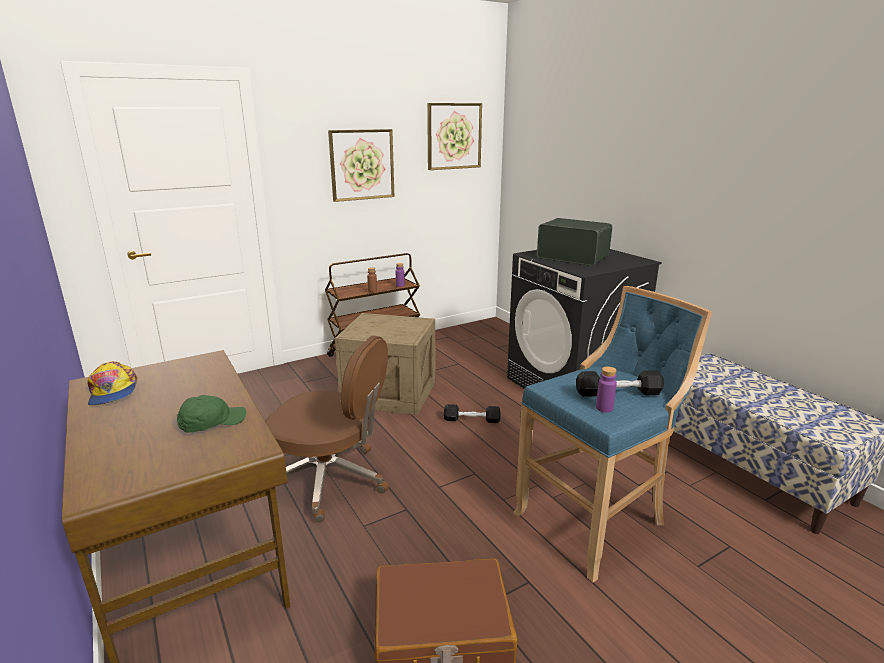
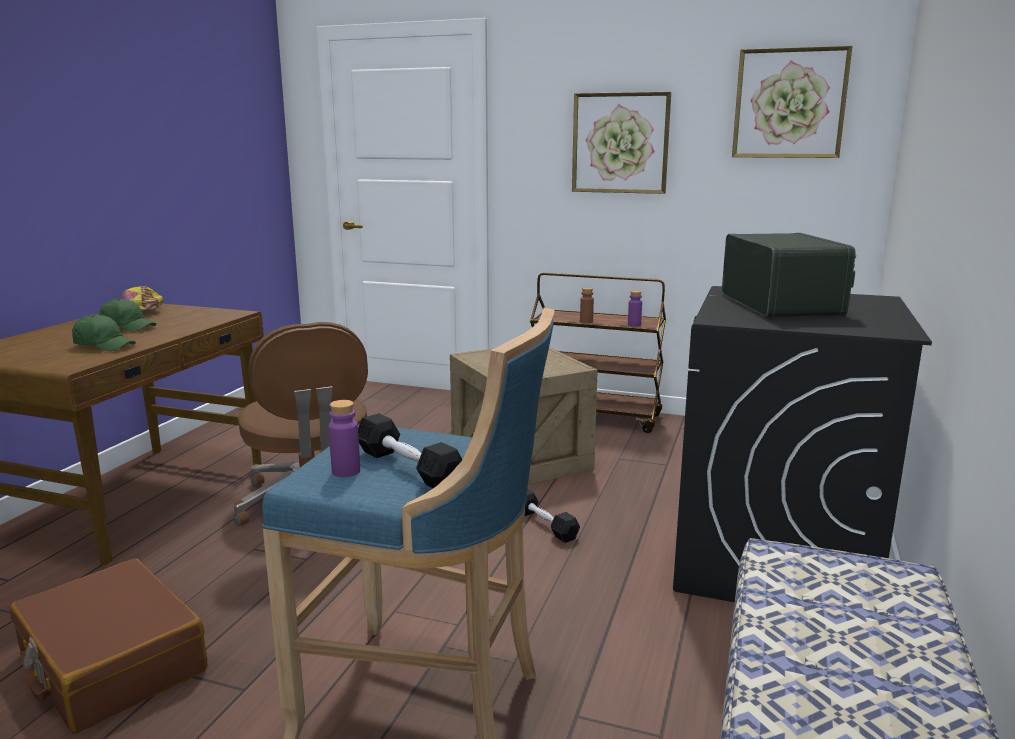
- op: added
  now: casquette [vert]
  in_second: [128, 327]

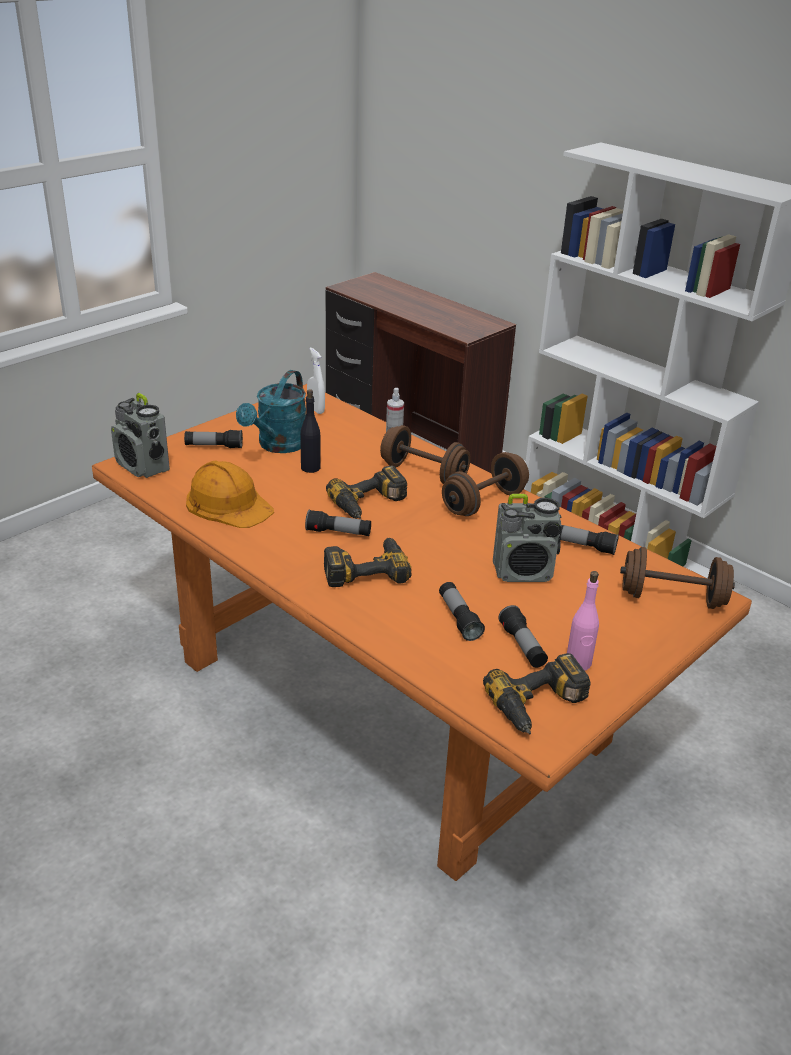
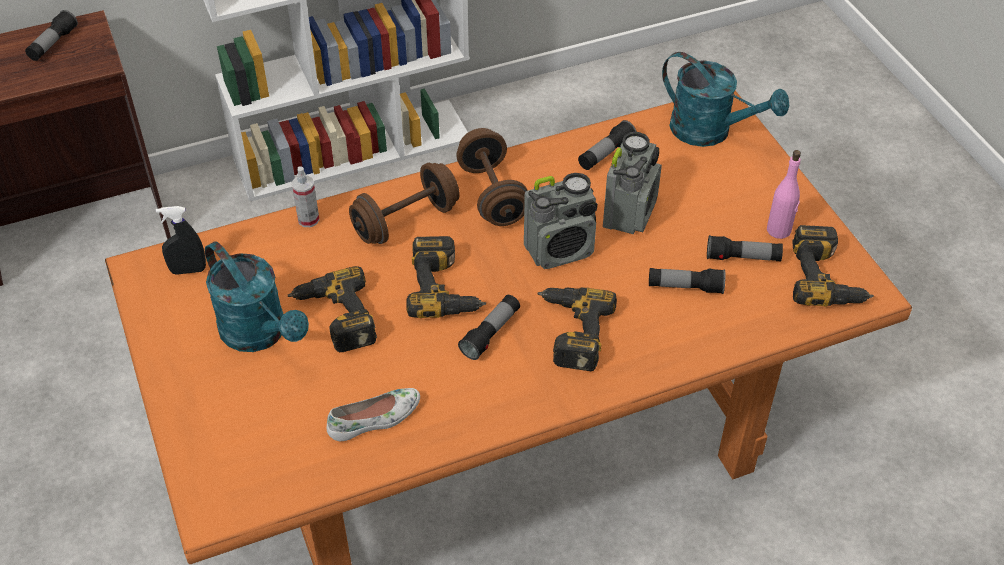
- op: moved
  was: lampe de poche
  in_first: [214, 446]
  in_second: [53, 44]
- op: recoloured
  was: vaporisateur [blanc]
  now: vaporisateur [noir]
  in_first: [316, 409]
  in_second: [188, 270]
- op: replaced
  was: bouteille [noir]
  now: perceuse
  in_first: [310, 467]
  in_second: [334, 318]
- op: replaced
  was: casque de chantier [orange]
  now: chaussure [blanc]
  in_first: [228, 503]
  in_second: [375, 419]
- op: moved
  was: radio
  in_first: [143, 467]
  in_second: [560, 250]
- op: replaced
  was: haltère [marron]
  now: arrosoir [turquoise]
  in_first: [672, 598]
  in_second: [711, 131]

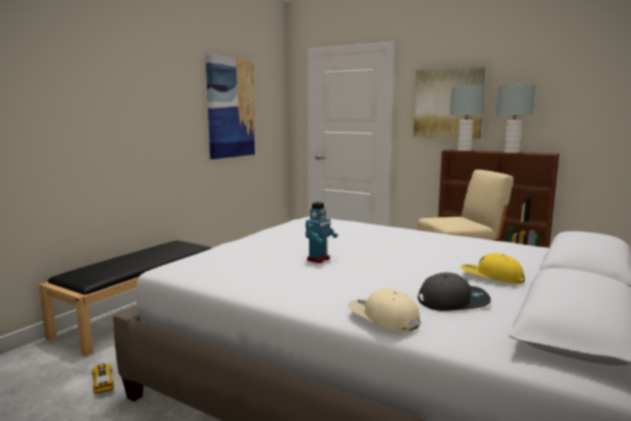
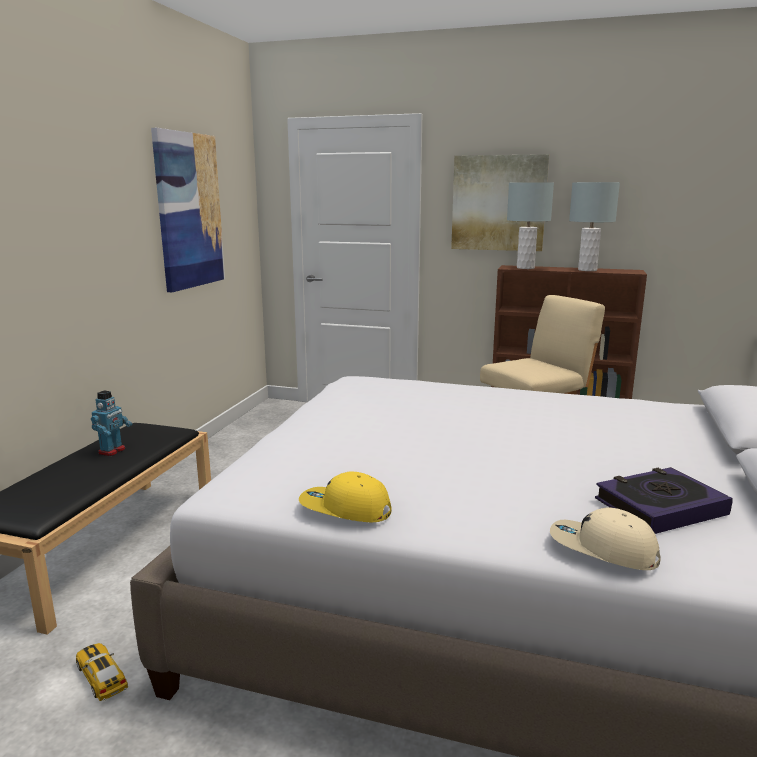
- op: moved
  was: robot jouet
  in_first: [318, 259]
  in_second: [112, 451]
- op: moved
  was: casquette [jaune]
  in_first: [491, 277]
  in_second: [345, 509]
- op: replaced
  was: casquette [gris]
  now: livre
  in_first: [453, 301]
  in_second: [660, 507]

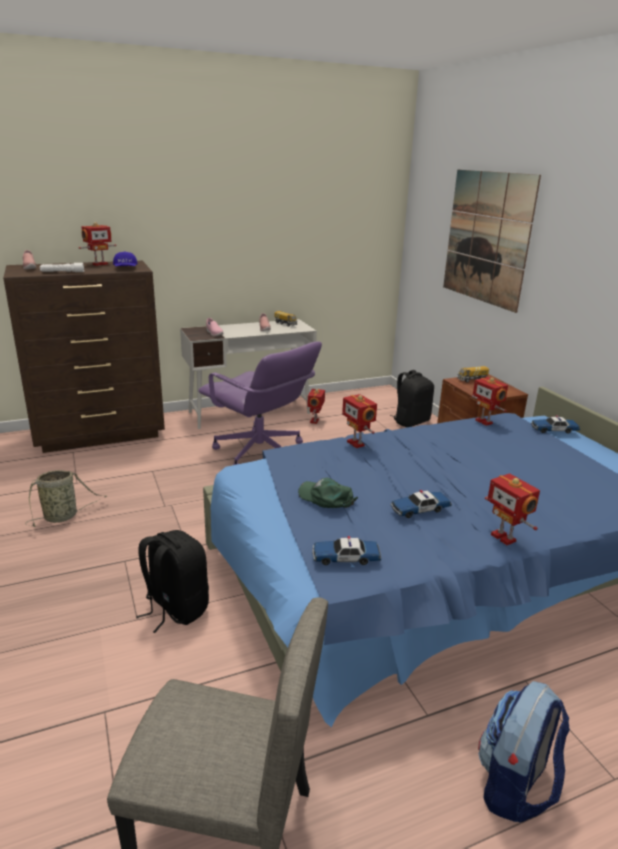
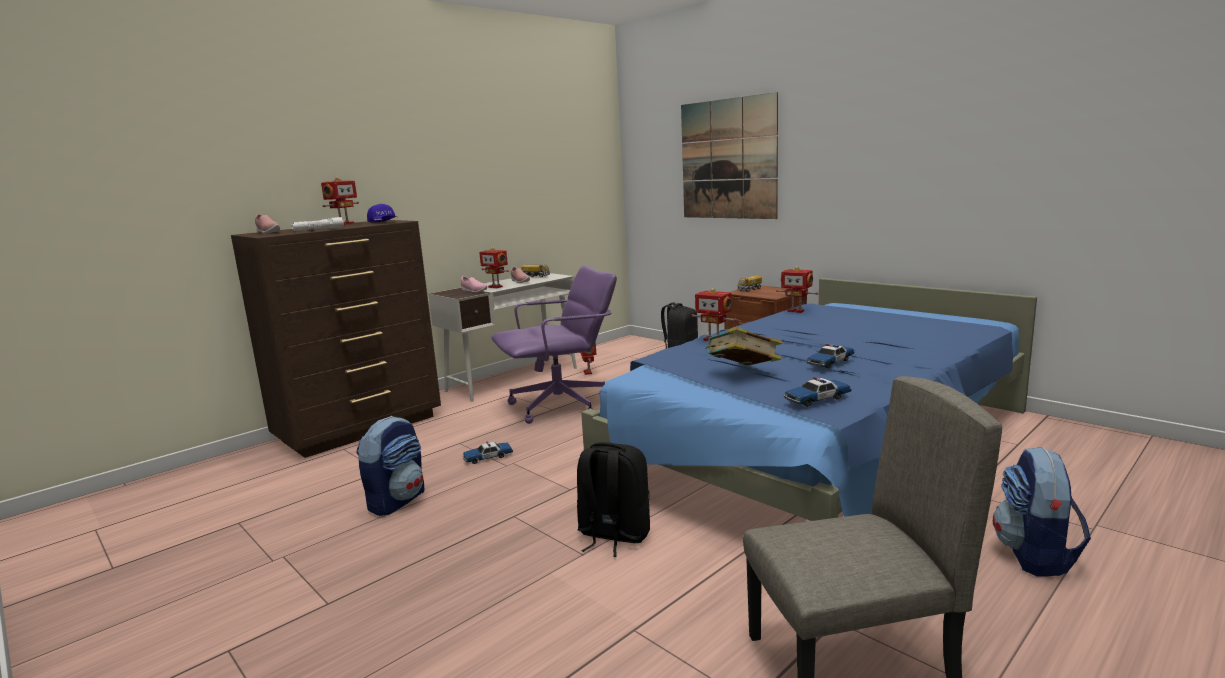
- op: replaced
  was: panier
  now: sac à dos
  in_first: [63, 516]
  in_second: [397, 501]
- op: moved
  was: petite voiture
  in_first: [554, 430]
  in_second: [488, 457]
- op: moved
  was: robot jouet
  in_first: [504, 537]
  in_second: [496, 287]
- op: turned
  was: chaise de bureau [violet]
  in_first: [260, 453]
  in_second: [561, 406]
  clockwise: -45
- op: replaced
  was: casquette [vert]
  now: livre
  in_first: [326, 497]
  in_second: [743, 372]

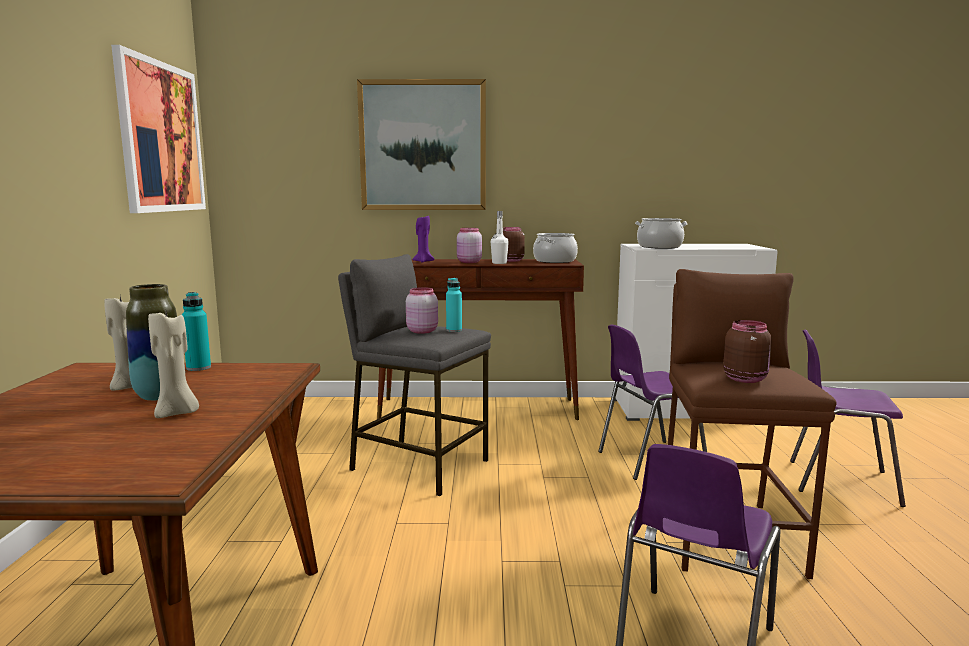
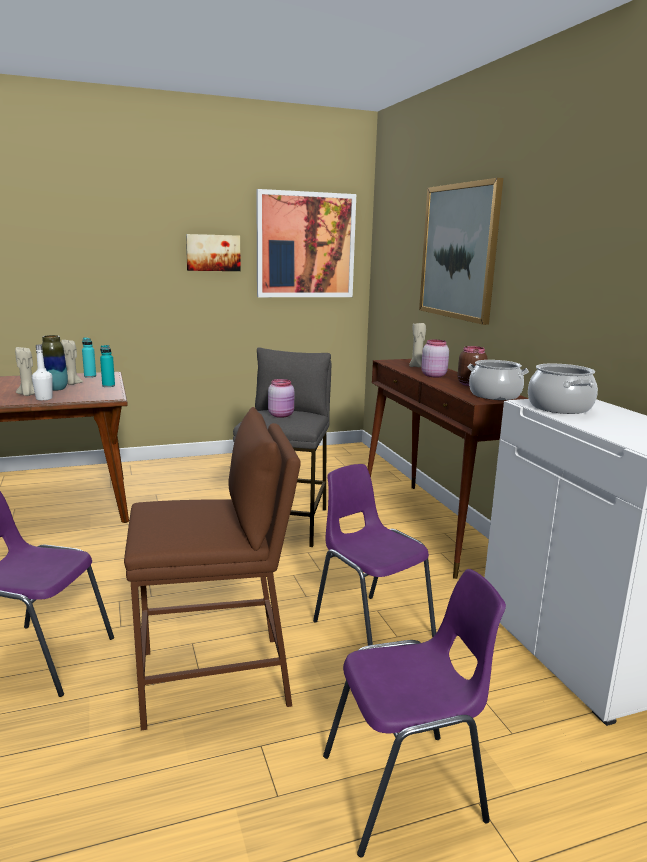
- op: moved
  was: bouteille [blanc]
  in_first: [499, 263]
  in_second: [44, 398]
- op: moved
  was: bouteille [turquoise]
  in_first: [454, 330]
  in_second: [90, 376]
- op: added
  now: tableau
  in_second: [213, 252]
- op: turned
  was: chaise [violet]
  in_first: [839, 481]
  in_second: [407, 789]
  clockwise: 75
- op: recoloured
  was: bougie [violet]
  now: bougie [beige]
  in_first: [423, 261]
  in_second: [417, 366]
- op: removed
  was: bocal [marron]
  in_first: [745, 378]

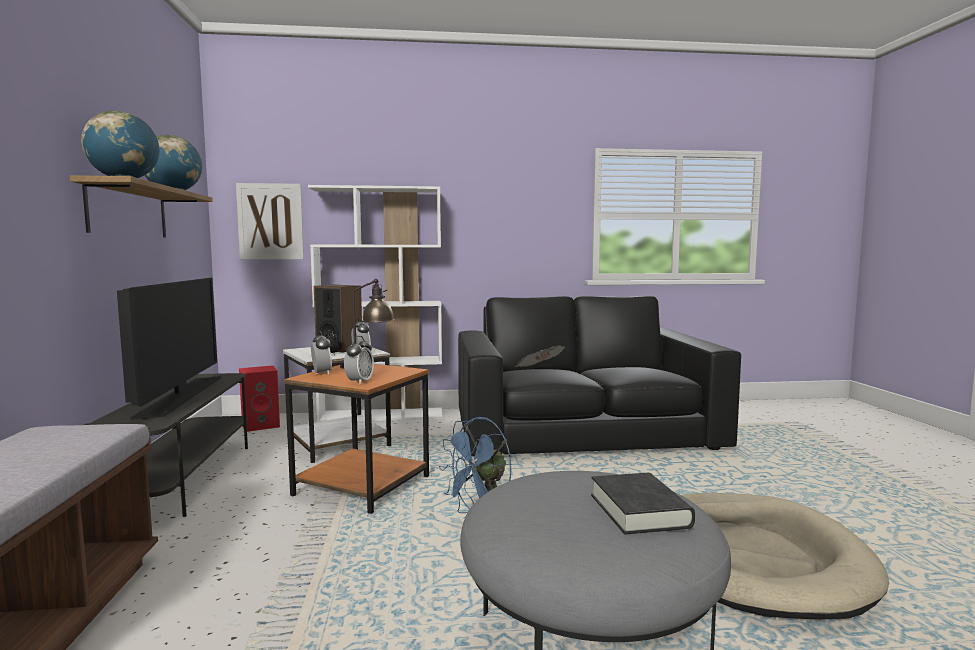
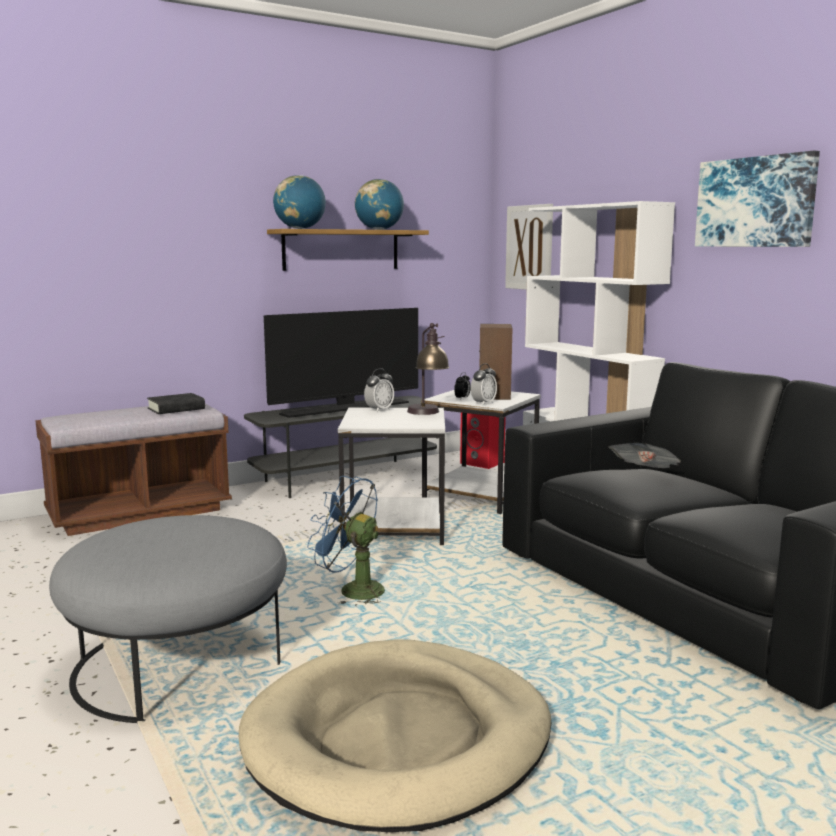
- op: moved
  was: livre [noir]
  in_first: [639, 511]
  in_second: [176, 409]
- op: recoloured
  was: table d'appoint [orange]
  now: table d'appoint [blanc]
  in_first: [361, 485]
  in_second: [395, 528]
- op: added
  now: tableau
  in_second: [755, 202]
- op: removed
  was: réveil
  in_first: [359, 382]

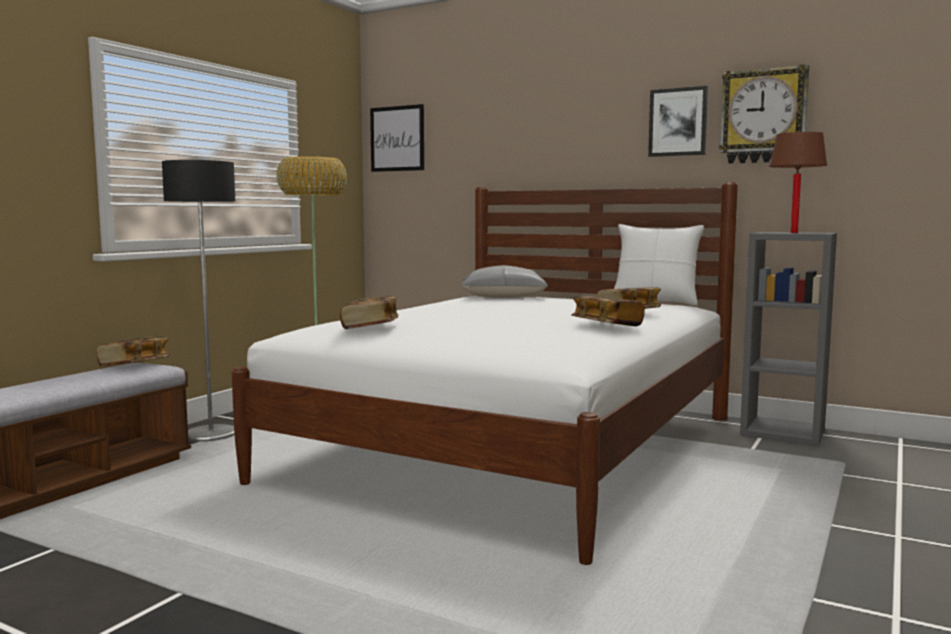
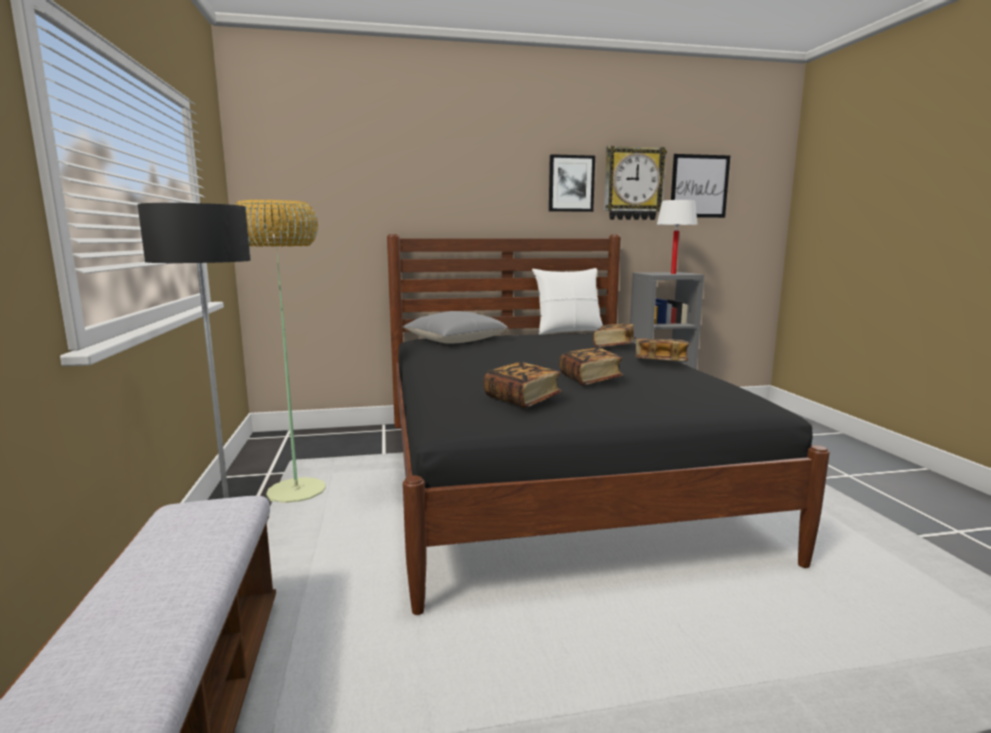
- op: recoloured
  was: lit [blanc]
  now: lit [noir]
  in_first: [515, 447]
  in_second: [546, 478]
- op: moved
  was: livre
  in_first: [134, 365]
  in_second: [590, 379]
- op: recoloured
  was: lampe de table [marron]
  now: lampe de table [blanc]
  in_first: [794, 233]
  in_second: [673, 273]
- op: moved
  was: tableau
  in_first: [397, 138]
  in_second: [699, 186]

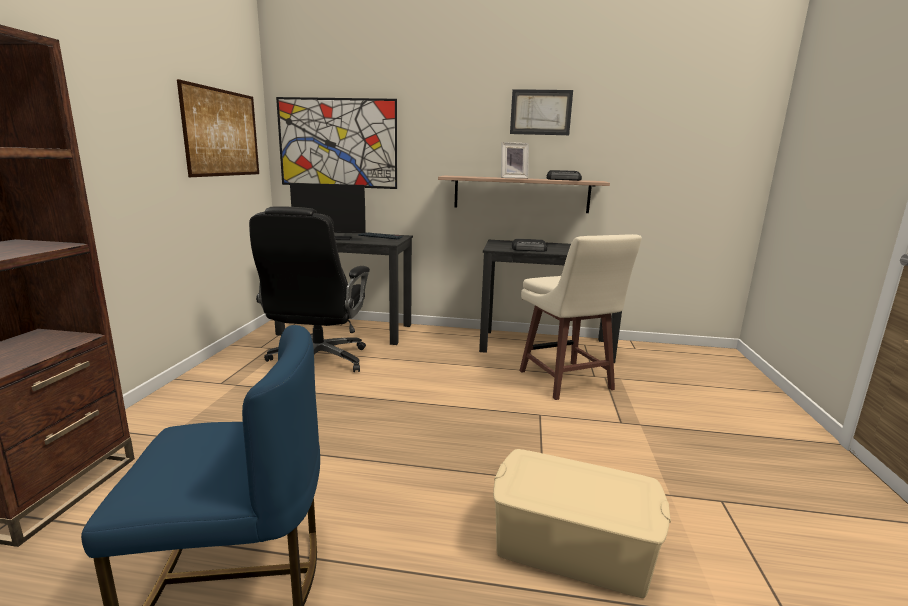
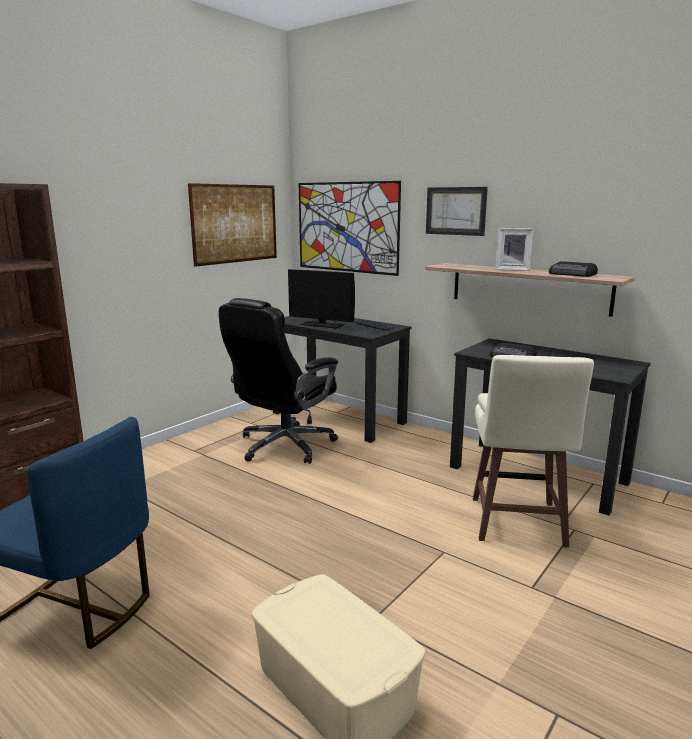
- op: moved
  was: tableau
  in_first: [540, 112]
  in_second: [455, 211]

